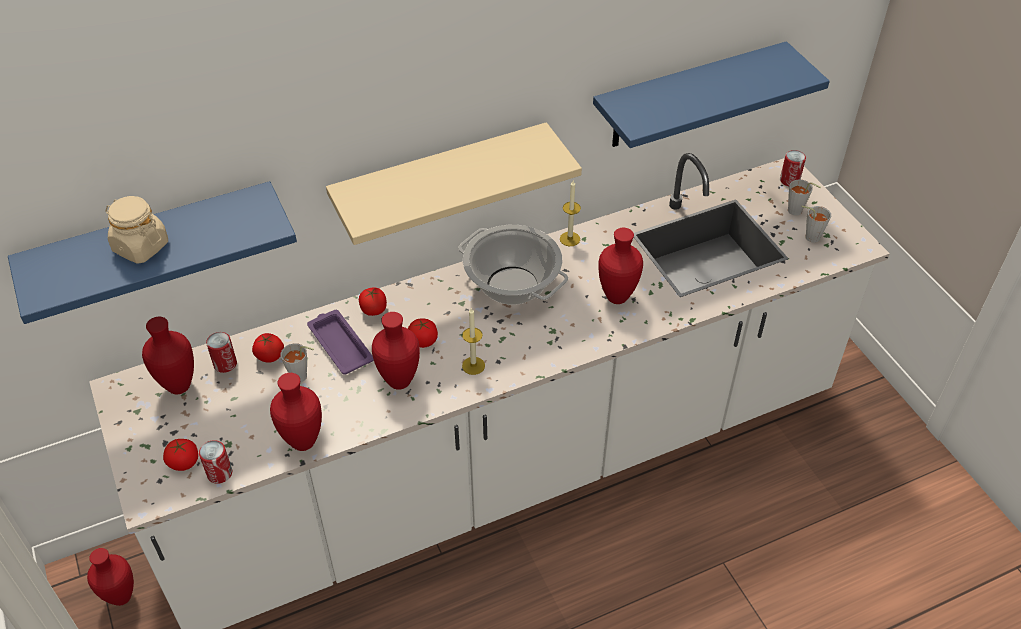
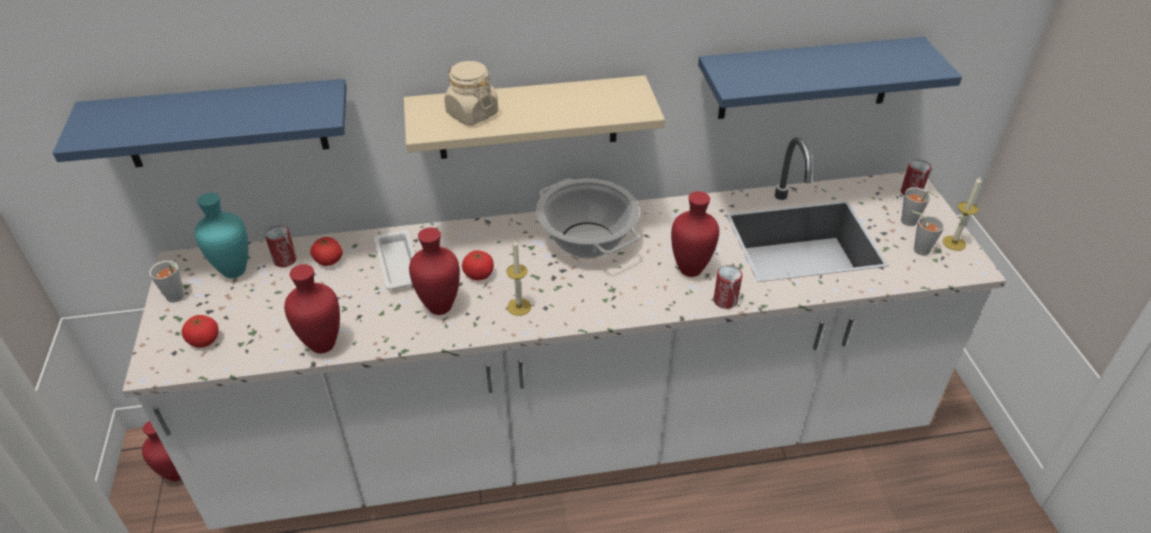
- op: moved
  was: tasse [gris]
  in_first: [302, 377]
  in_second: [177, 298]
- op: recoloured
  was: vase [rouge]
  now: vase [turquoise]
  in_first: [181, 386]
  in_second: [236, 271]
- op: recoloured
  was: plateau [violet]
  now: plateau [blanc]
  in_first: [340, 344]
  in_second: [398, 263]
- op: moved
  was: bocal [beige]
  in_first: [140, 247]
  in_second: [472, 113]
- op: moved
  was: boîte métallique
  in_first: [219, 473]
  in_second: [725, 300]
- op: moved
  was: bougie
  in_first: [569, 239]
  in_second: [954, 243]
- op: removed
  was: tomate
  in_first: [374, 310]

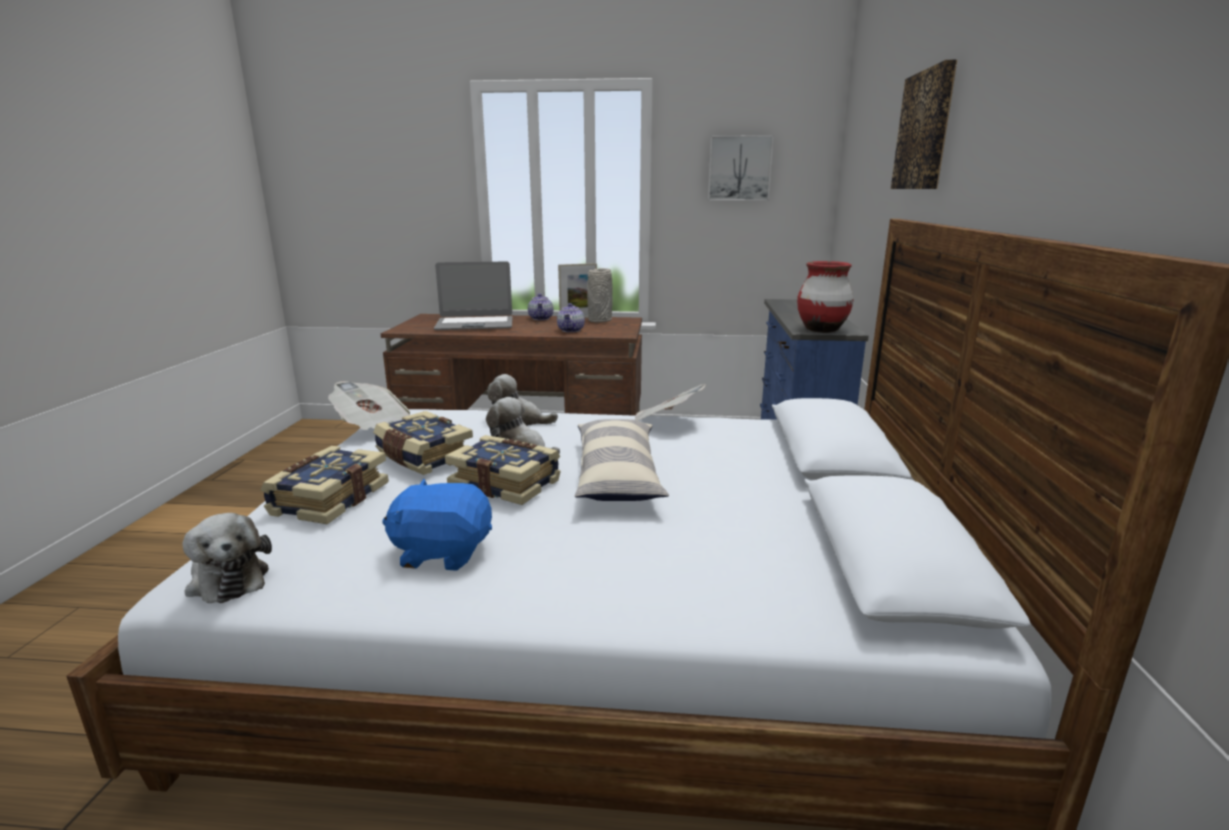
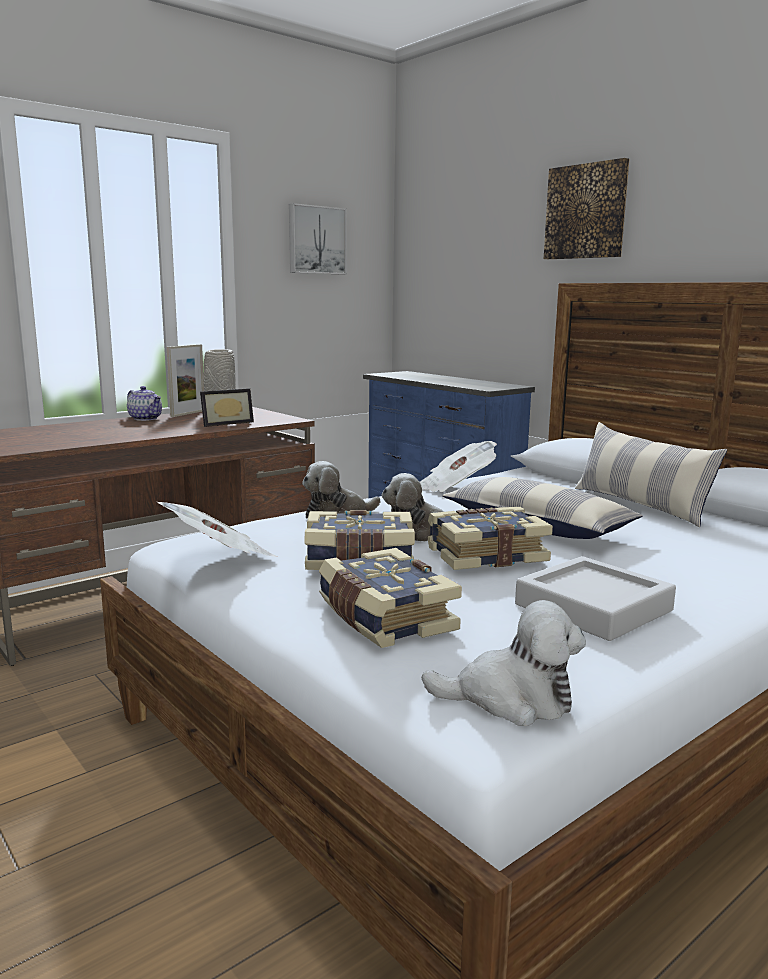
- op: replaced
  was: théière
  now: cadre photo
  in_first: [571, 330]
  in_second: [225, 423]
- op: replaced
  was: peluche [bleu]
  now: plateau [gris]
  in_first: [443, 552]
  in_second: [593, 607]
- op: added
  now: coussin
  in_second: [639, 505]
- op: removed
  was: ordinateur portable
  in_first: [475, 325]
- op: removed
  was: vase [rouge]
  in_first: [821, 330]

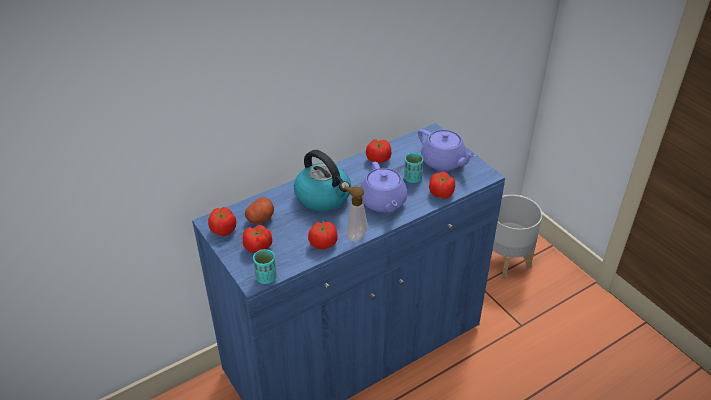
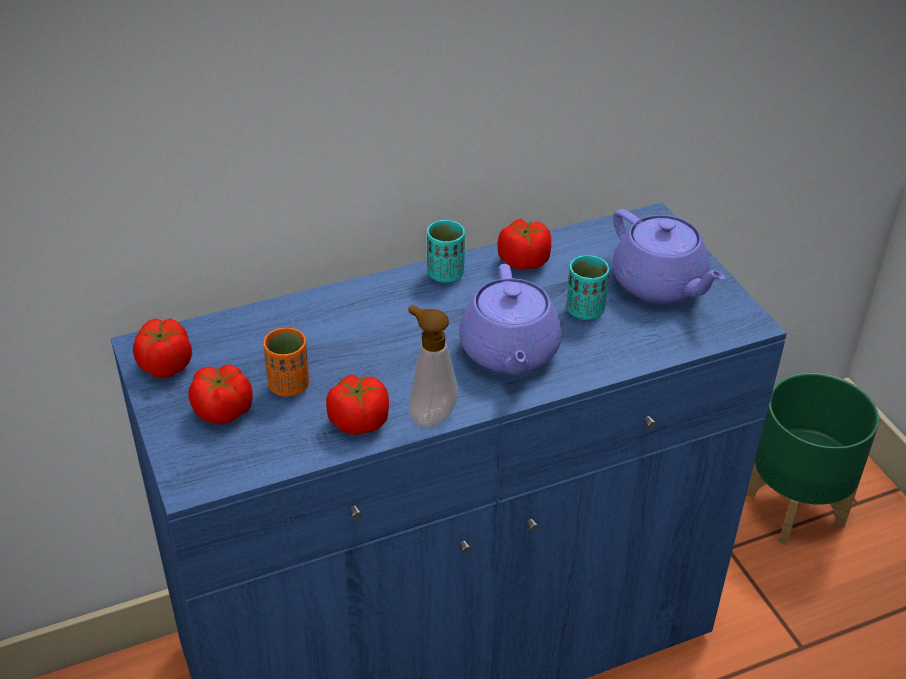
- op: added
  now: tasse [orange]
  in_second: [289, 385]
- op: moved
  was: tasse [turquoise]
  in_first: [266, 277]
  in_second: [445, 274]
- op: recoloured
  was: cache-pot [gris]
  now: cache-pot [vert]
  in_first: [506, 261]
  in_second: [795, 507]
- op: removed
  was: pomme de terre
  in_first: [260, 218]
- op: removed
  was: bouilloire
  in_first: [324, 197]
- op: removed
  was: tomate
  in_first: [441, 193]

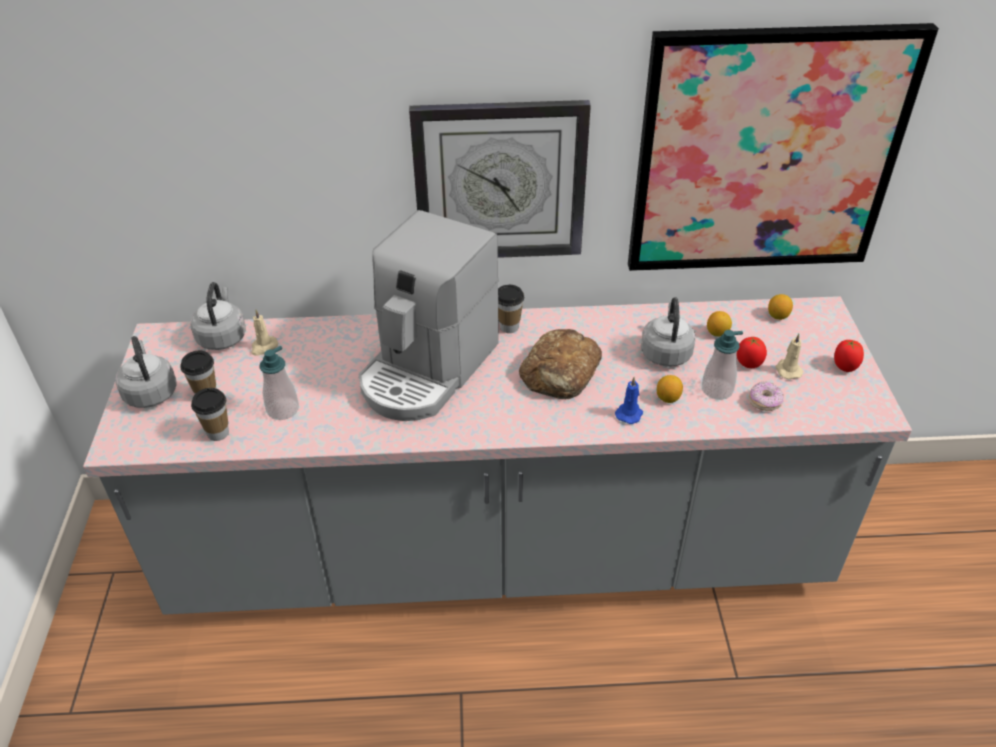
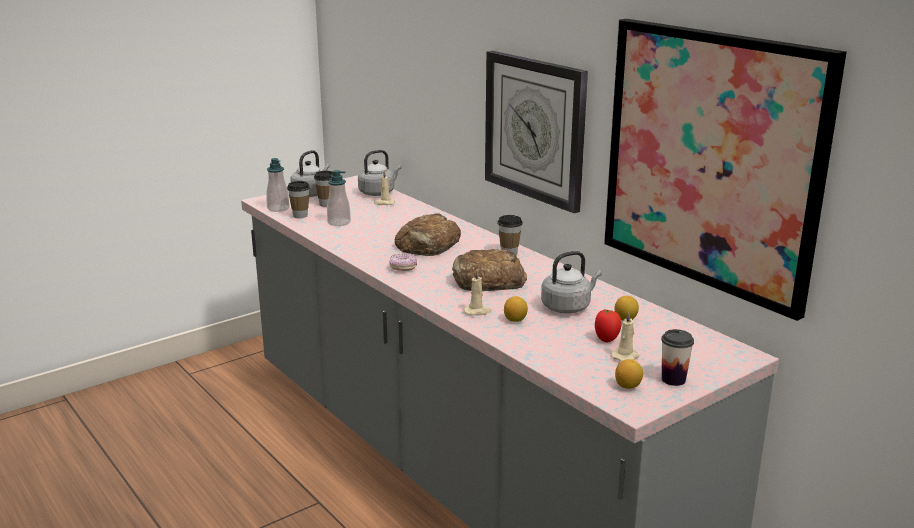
- op: moved
  was: distributeur de savon
  in_first: [717, 390]
  in_second: [278, 208]
- op: moved
  was: beignet
  in_first: [764, 402]
  in_second: [403, 268]
- op: replaced
  was: machine à café
  now: pain
  in_first: [427, 370]
  in_second: [428, 244]
- op: recoloured
  was: bougie [bleu]
  now: bougie [beige]
  in_first: [629, 413]
  in_second: [477, 311]
- op: moved
  was: citron
  in_first: [777, 316]
  in_second: [628, 386]
- op: replaced
  was: tomate
  now: tasse
  in_first: [844, 367]
  in_second: [673, 379]

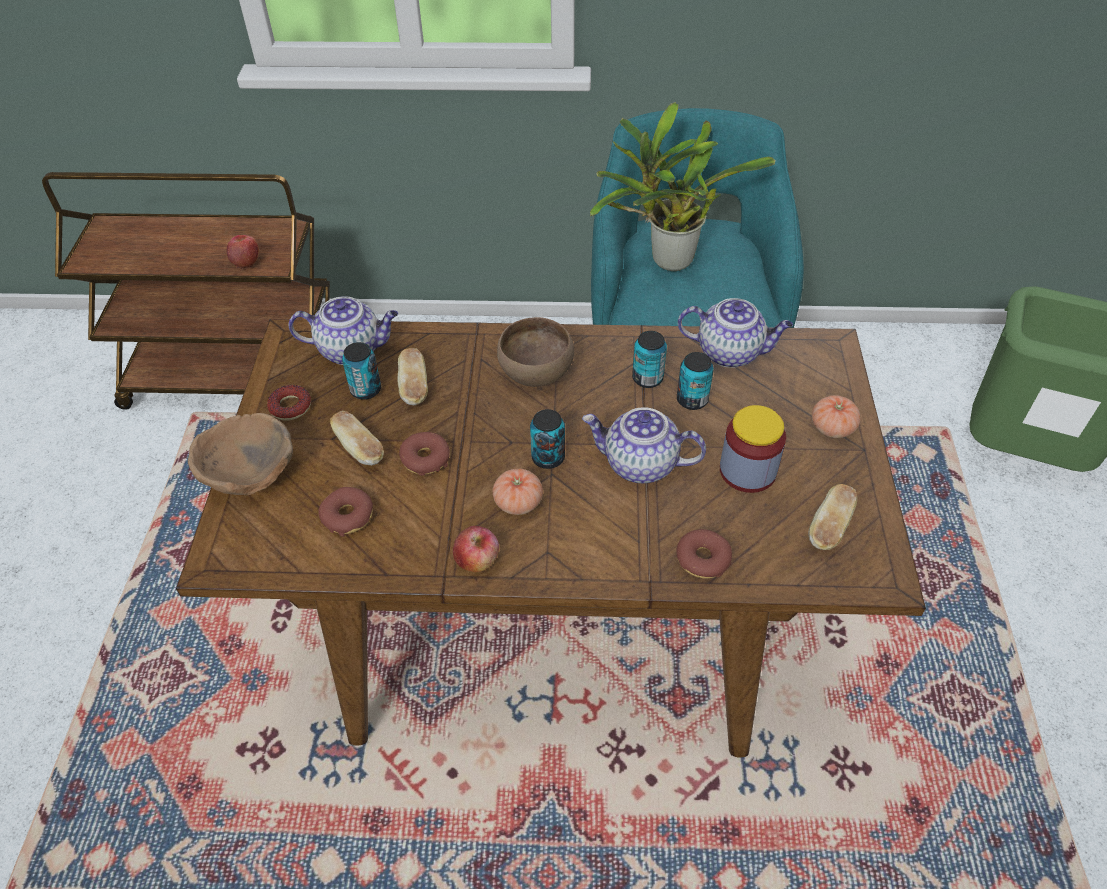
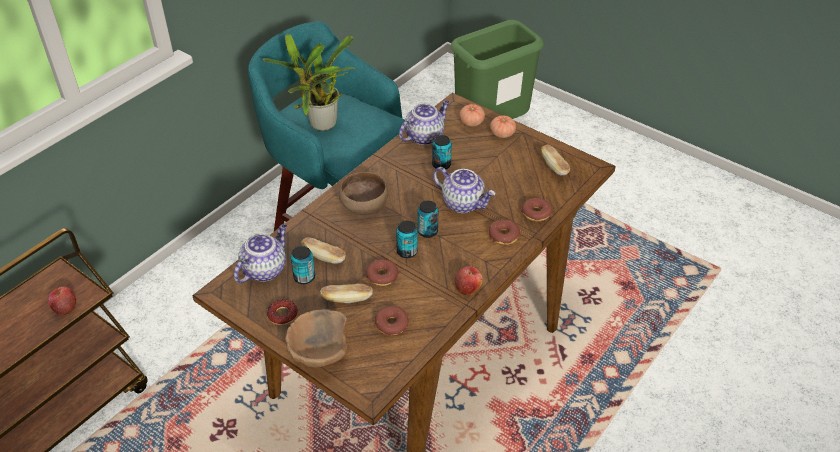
- op: moved
  was: boîte métallique
  in_first: [647, 378]
  in_second: [407, 252]
- op: turned
  was: théière
  in_first: [640, 464]
  in_second: [463, 203]
  clockwise: -105
- op: moved
  was: tomate
  in_first: [518, 502]
  in_second: [471, 122]
- op: added
  now: beignet
  in_second: [503, 236]
- op: removed
  was: bocal
  in_first: [747, 471]

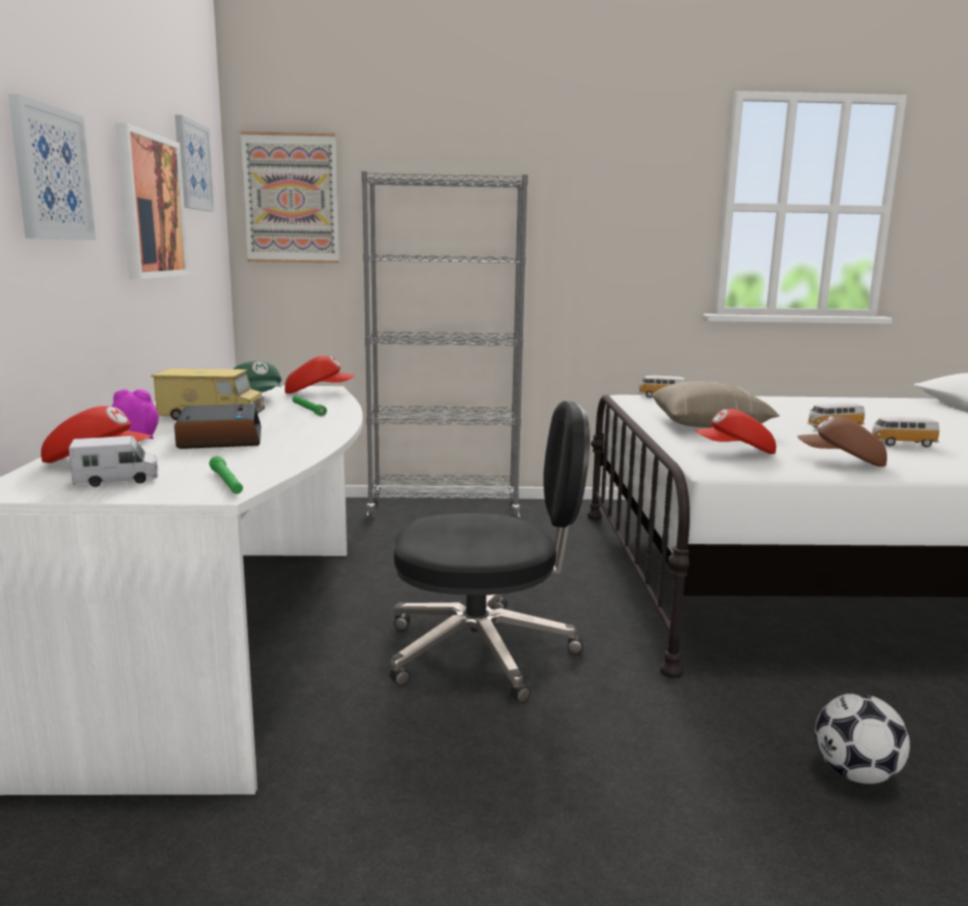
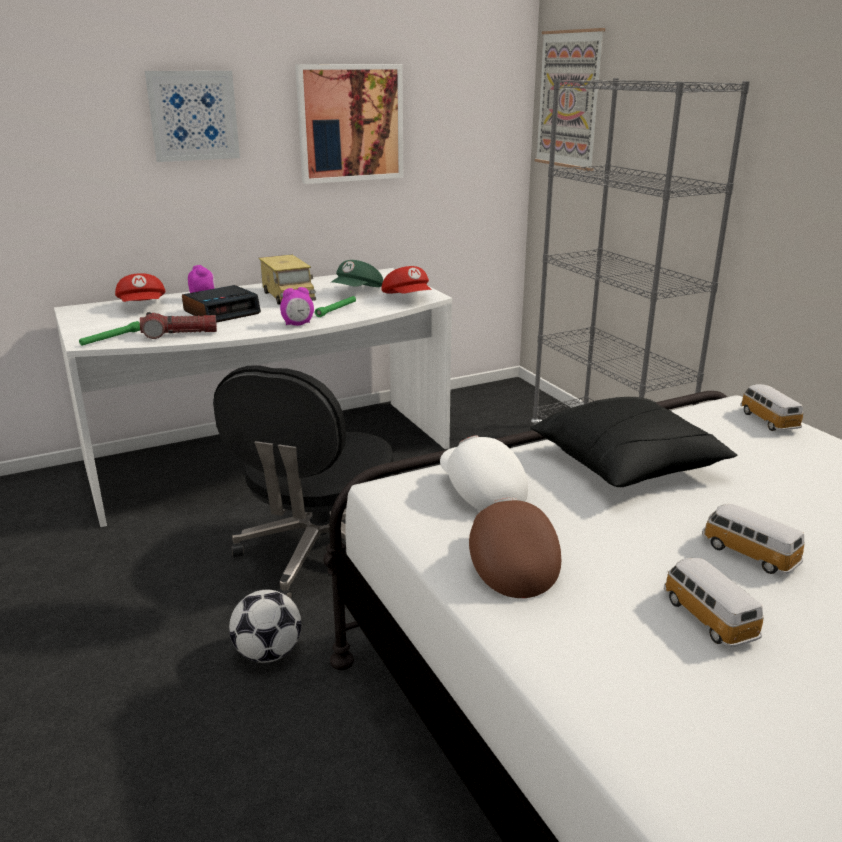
- op: added
  now: lampe de poche
  in_second: [180, 334]
- op: turned
  was: chaise de bureau [noir]
  in_first: [484, 651]
  in_second: [320, 555]
  clockwise: 45
- op: moved
  was: ballon de foot
  in_first: [855, 774]
  in_second: [268, 653]
- op: added
  now: réveil
  in_second: [298, 324]
- op: recoloured
  was: casquette [rouge]
  now: casquette [blanc]
  in_first: [735, 452]
  in_second: [480, 493]
- op: recoloured
  was: coussin [beige]
  now: coussin [noir]
  in_first: [709, 424]
  in_second: [627, 465]
- op: removed
  was: camion jouet
  in_first: [117, 480]
- op: removed
  was: tableau
  in_first: [192, 166]

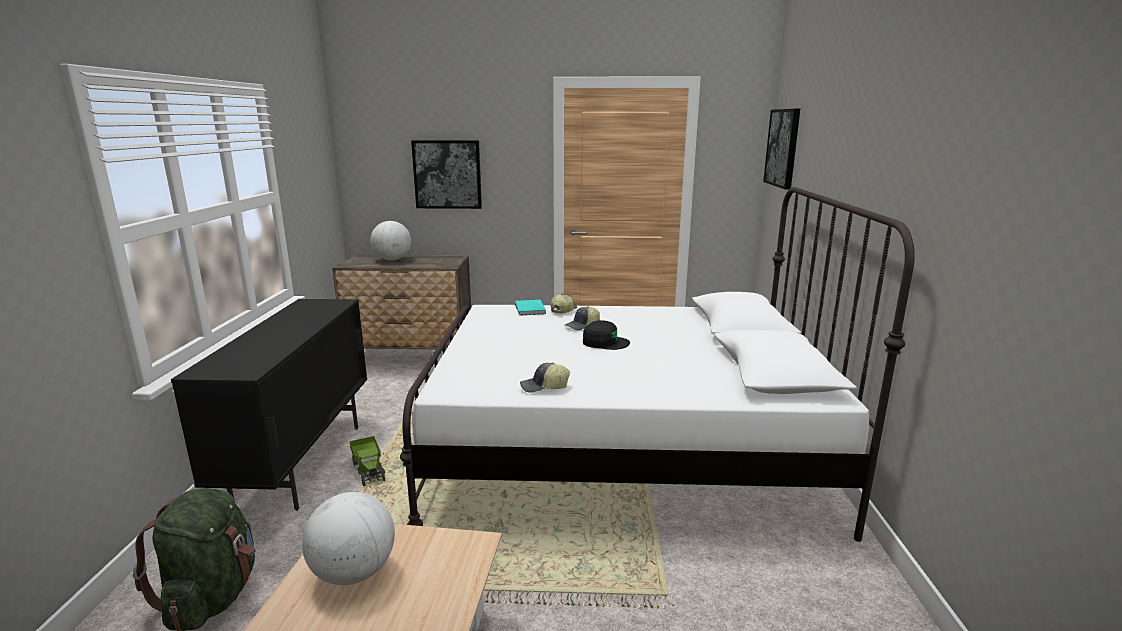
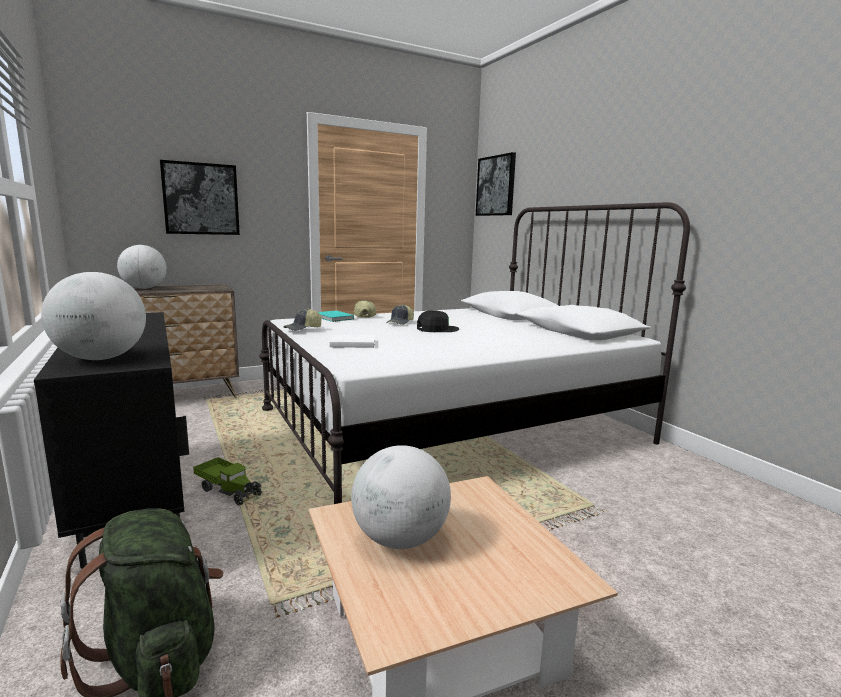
- op: added
  now: globe
  in_second: [100, 358]
- op: moved
  was: casquette
  in_first: [544, 387]
  in_second: [303, 329]
- op: added
  now: livre [blanc]
  in_second: [351, 343]

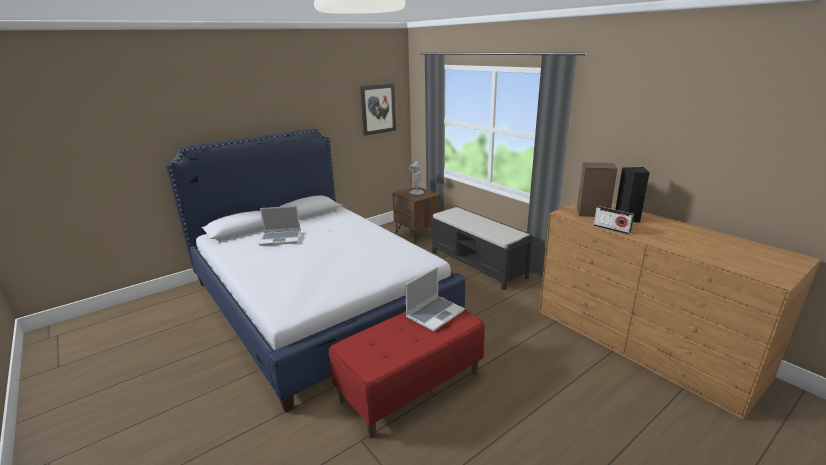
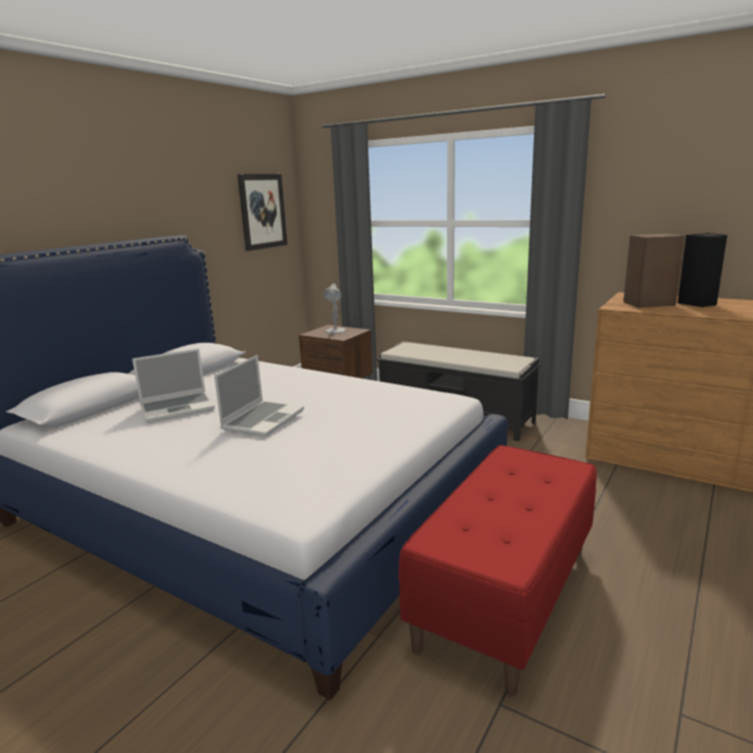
- op: moved
  was: ordinateur portable
  in_first: [435, 313]
  in_second: [263, 419]
- op: removed
  was: radio
  in_first: [611, 229]

